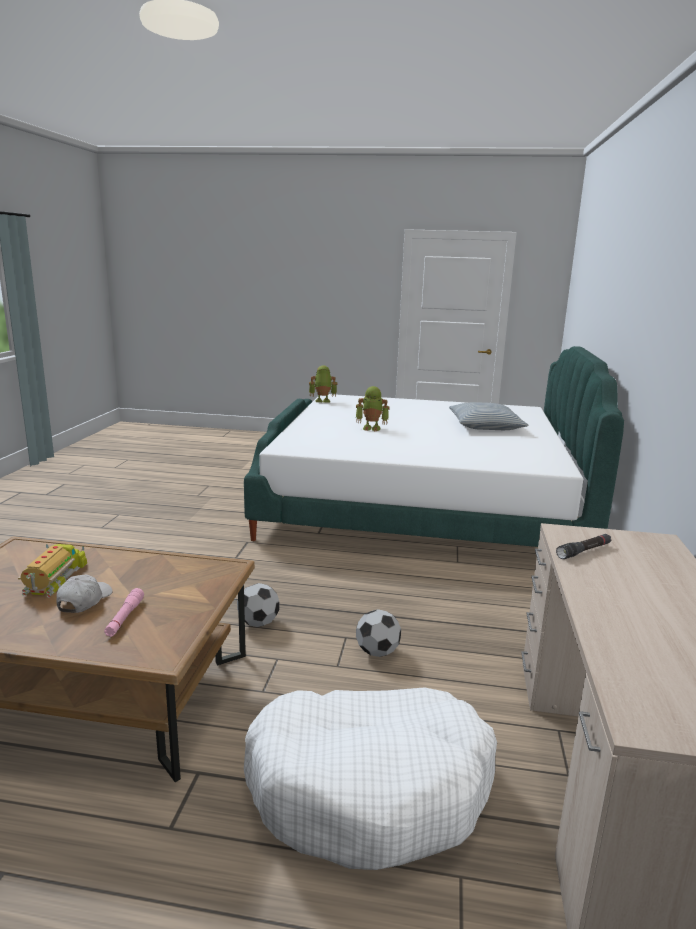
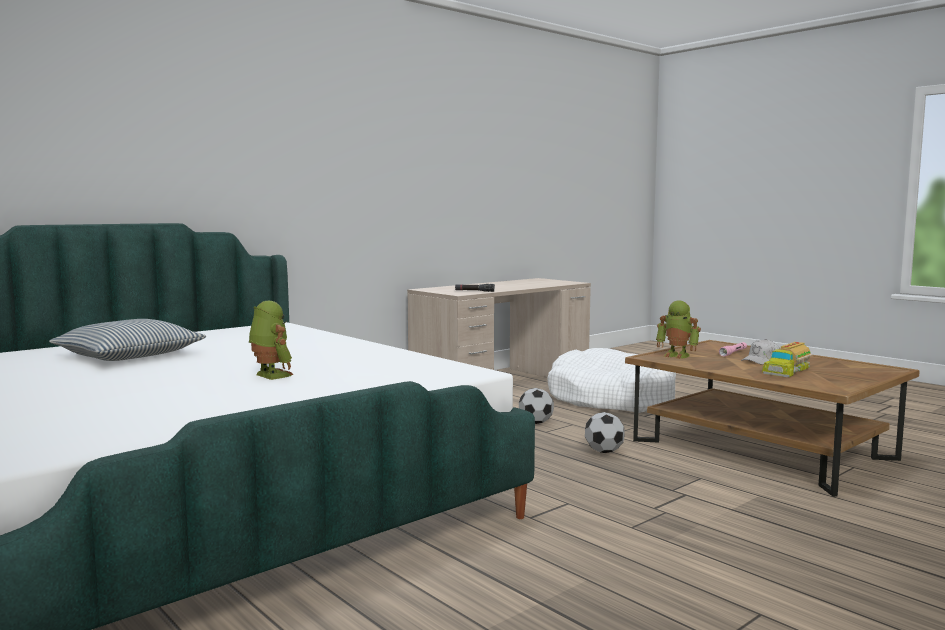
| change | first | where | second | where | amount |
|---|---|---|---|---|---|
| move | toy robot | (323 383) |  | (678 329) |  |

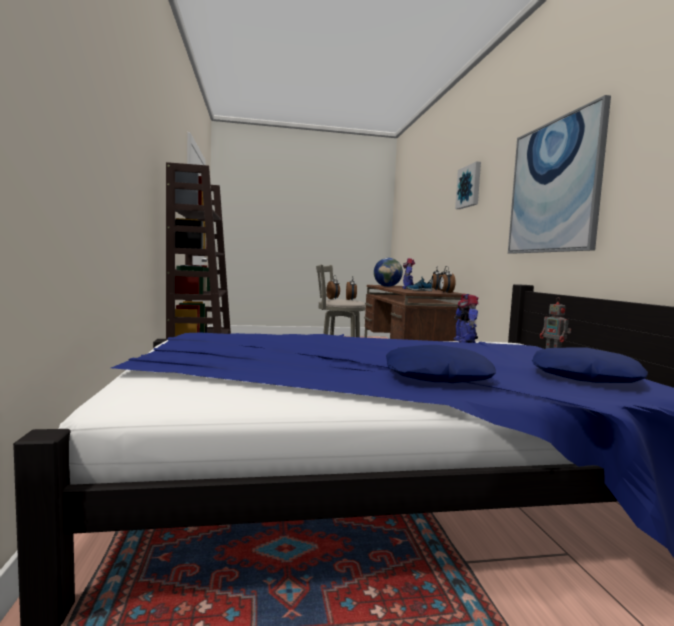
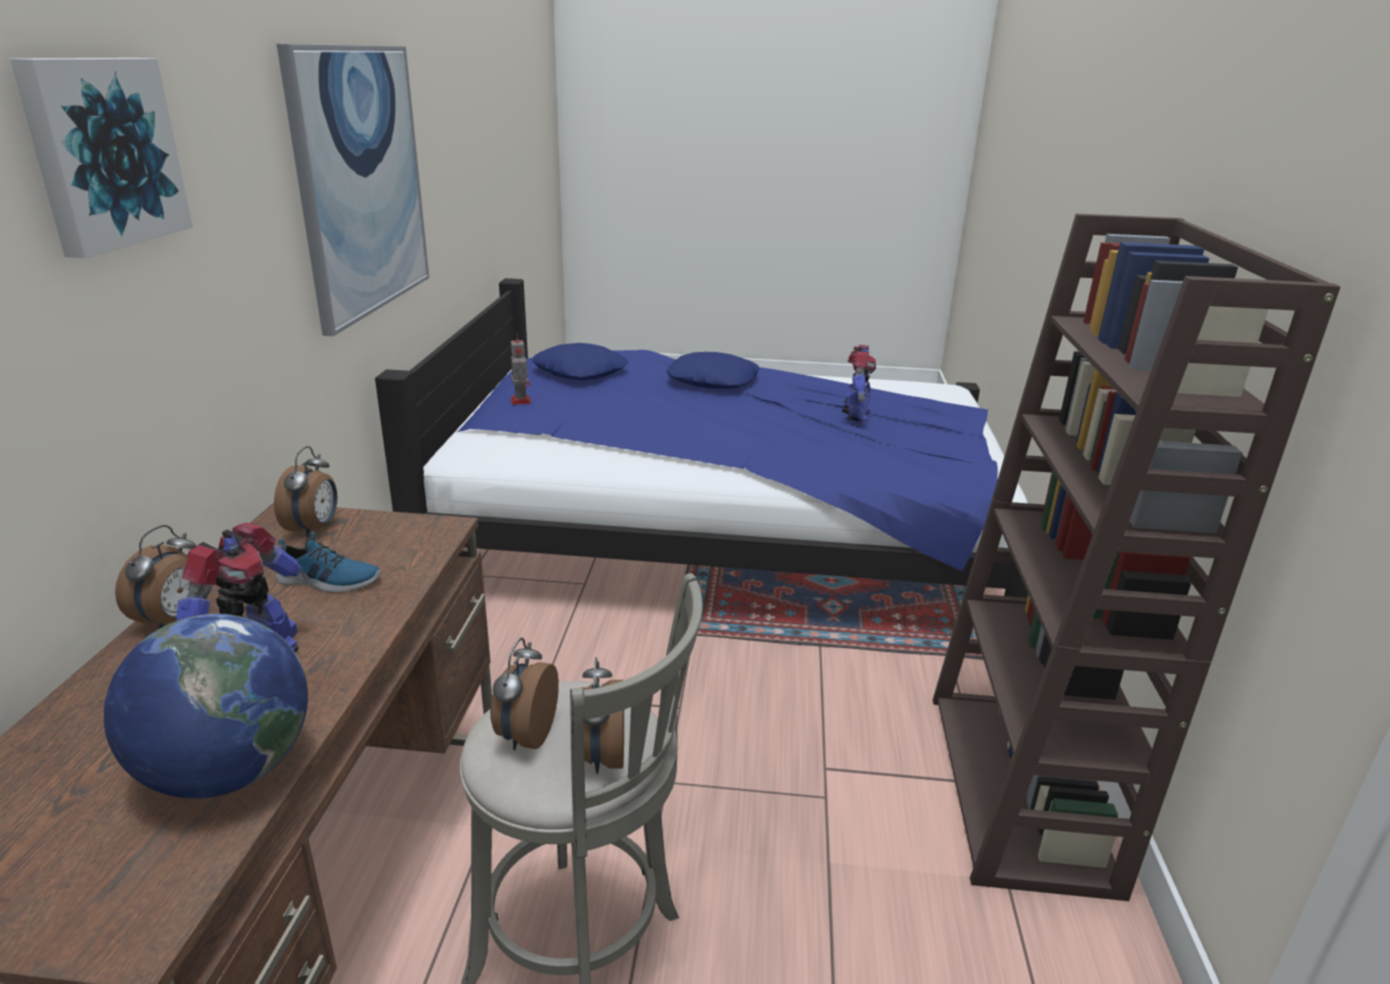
| change | first | where | second | where | amount |
|---|---|---|---|---|---|
| move | toy robot | (465 318) |  | (859 384) |  |

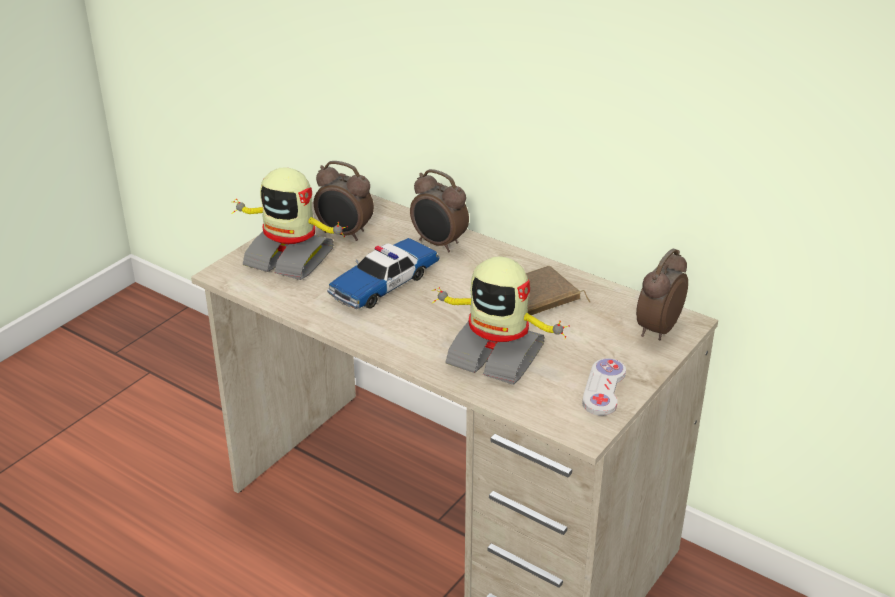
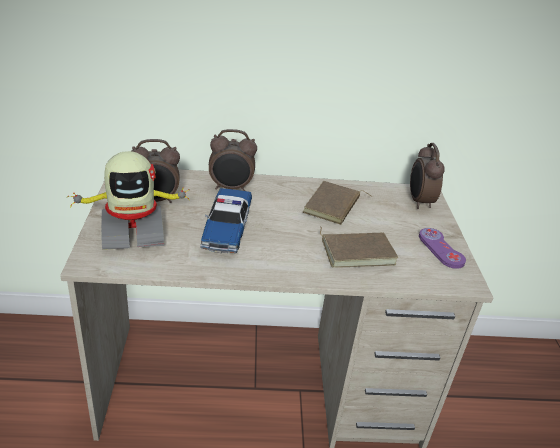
| change | first | where | second | where | amount |
|---|---|---|---|---|---|
| replace | toy robot | (501 321) | book (brown) | (359 247) |  |
| recolor | game controller (white) | (604 387) | game controller (purple) | (442 248) |  |

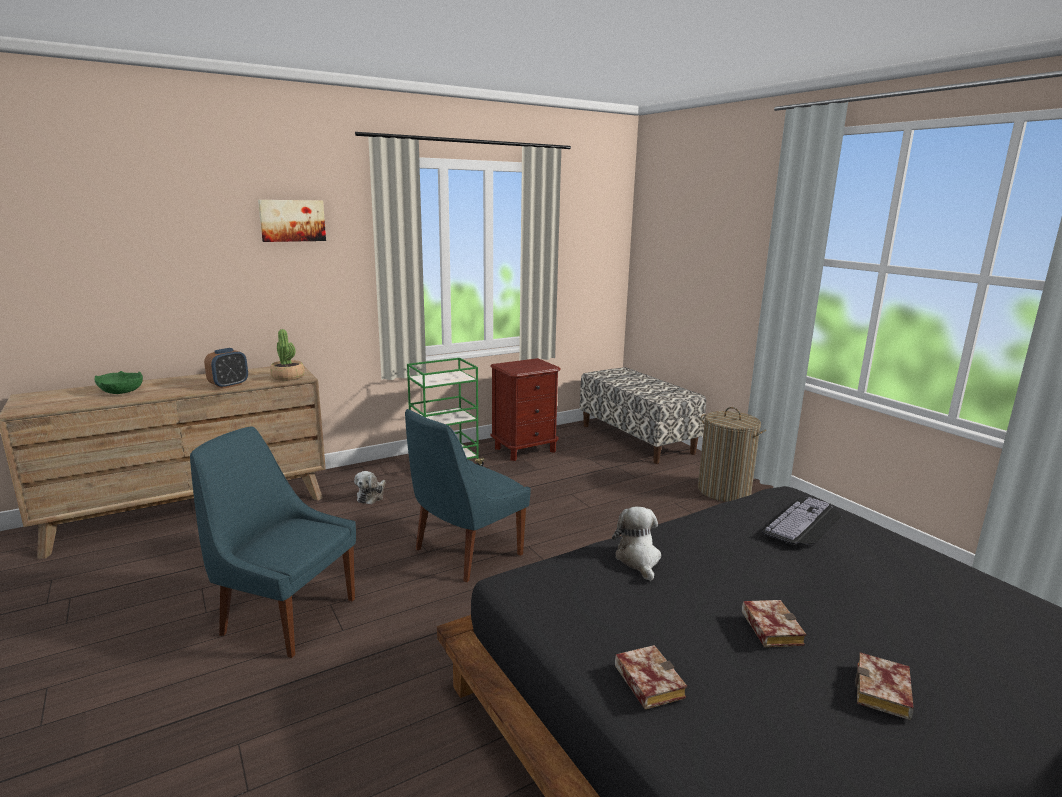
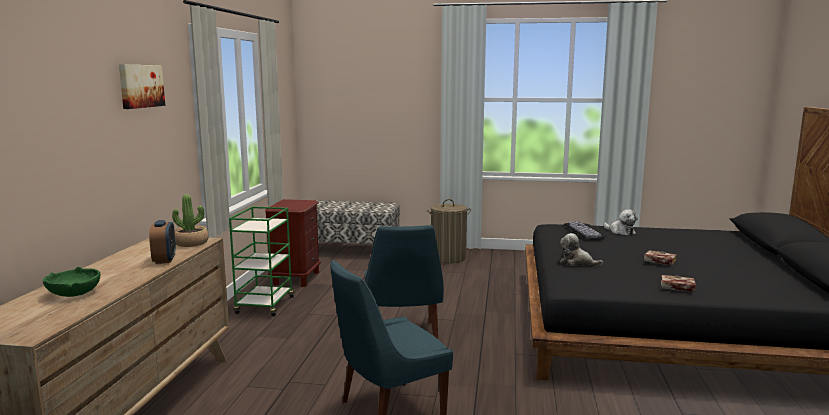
| change | first | where | second | where | amount |
|---|---|---|---|---|---|
| move | plush toy | (369 487) |  | (621 222) |  |
| delete | book | (884 686) |  |  |  |

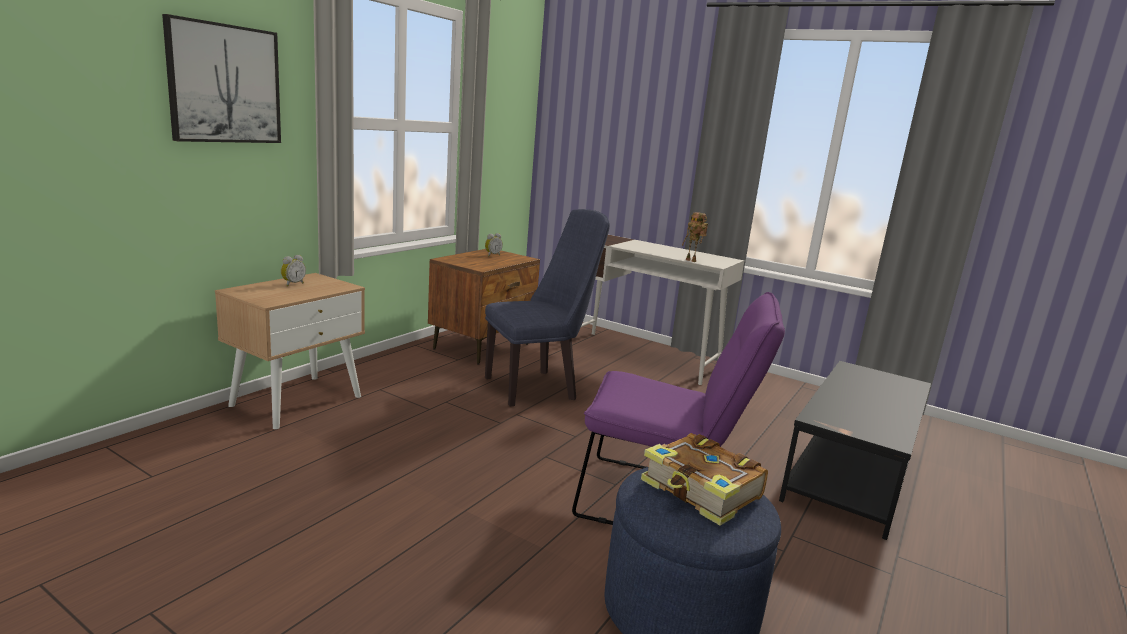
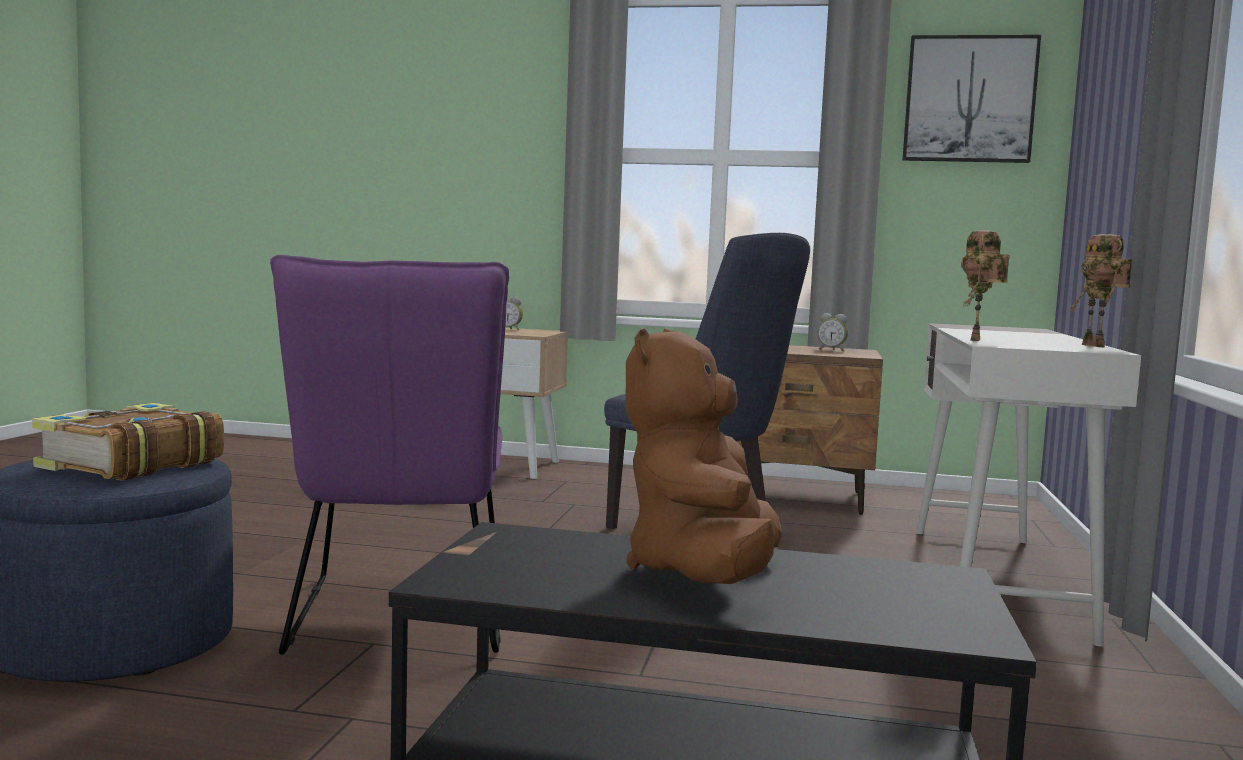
| change | first | where | second | where | amount |
|---|---|---|---|---|---|
| insert |  |  | plush toy (brown) | (704 455) |  |
| move | picture | (221 78) |  | (972 99) |  |
| insert |  |  | toy robot | (1101 290) |  |

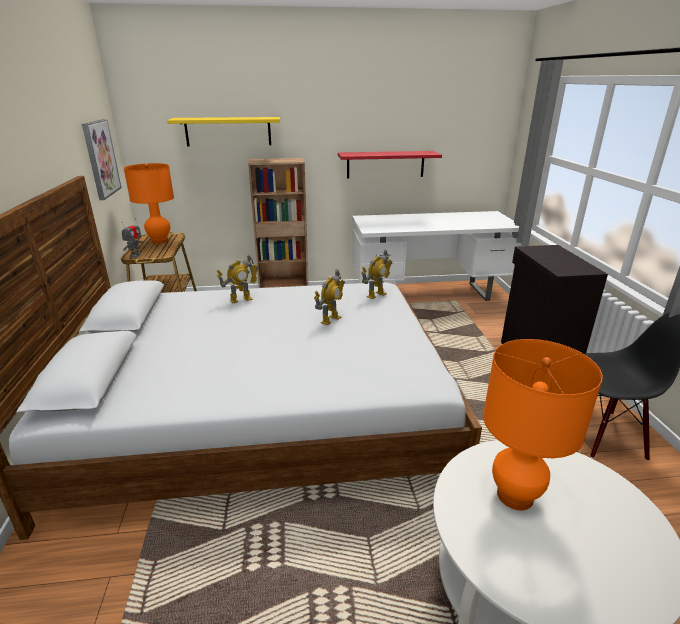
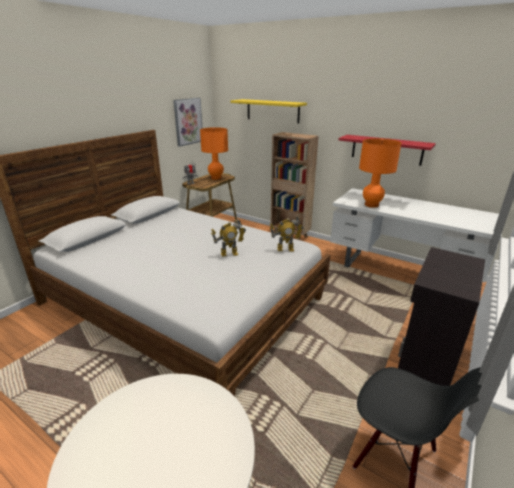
| change | first | where | second | where | amount |
|---|---|---|---|---|---|
| move | table lamp (orange) | (543 424) |  | (380 173) |  |
| delete | toy robot | (237 278) |  |  |  |

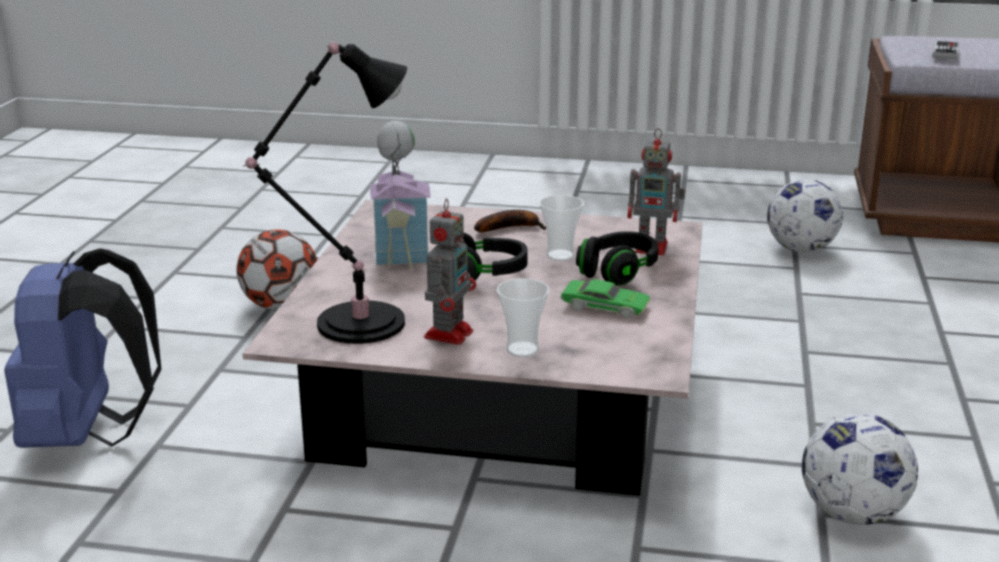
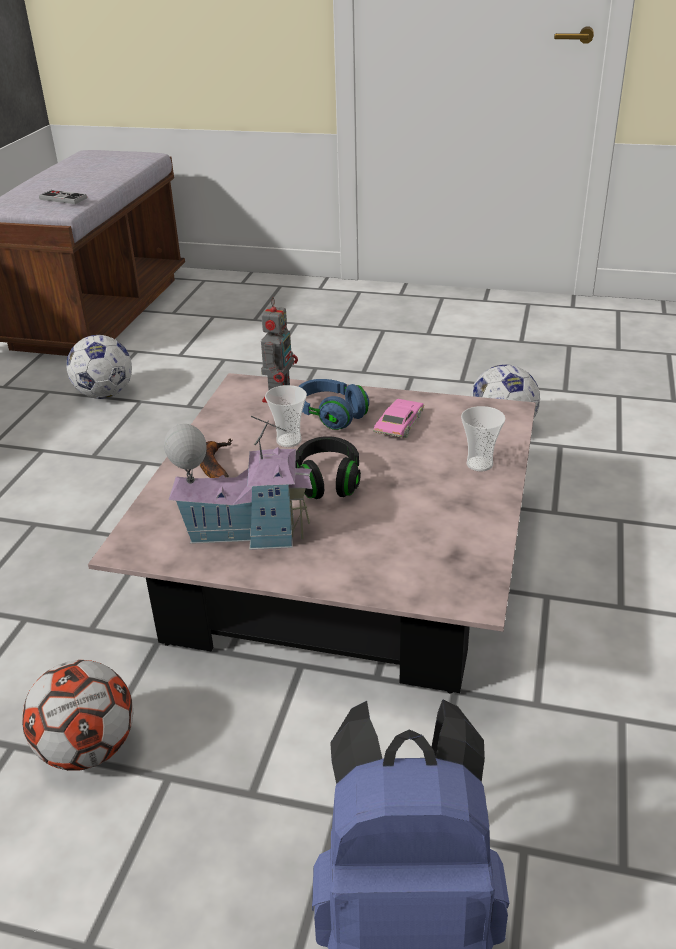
| change | first | where | second | where | amount |
|---|---|---|---|---|---|
| recolor | headphones (black) | (617 258) | headphones (blue) | (333 404) |  |
| recolor | toy car (green) | (605 298) | toy car (pink) | (398 418) |  |
| delete | table lamp (black) | (325 193) |  |  |  |
| delete | toy robot | (450 271) |  |  |  |

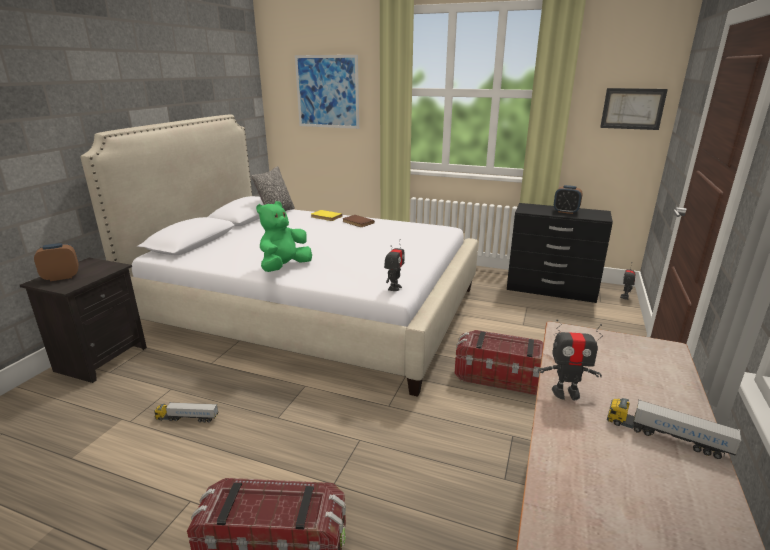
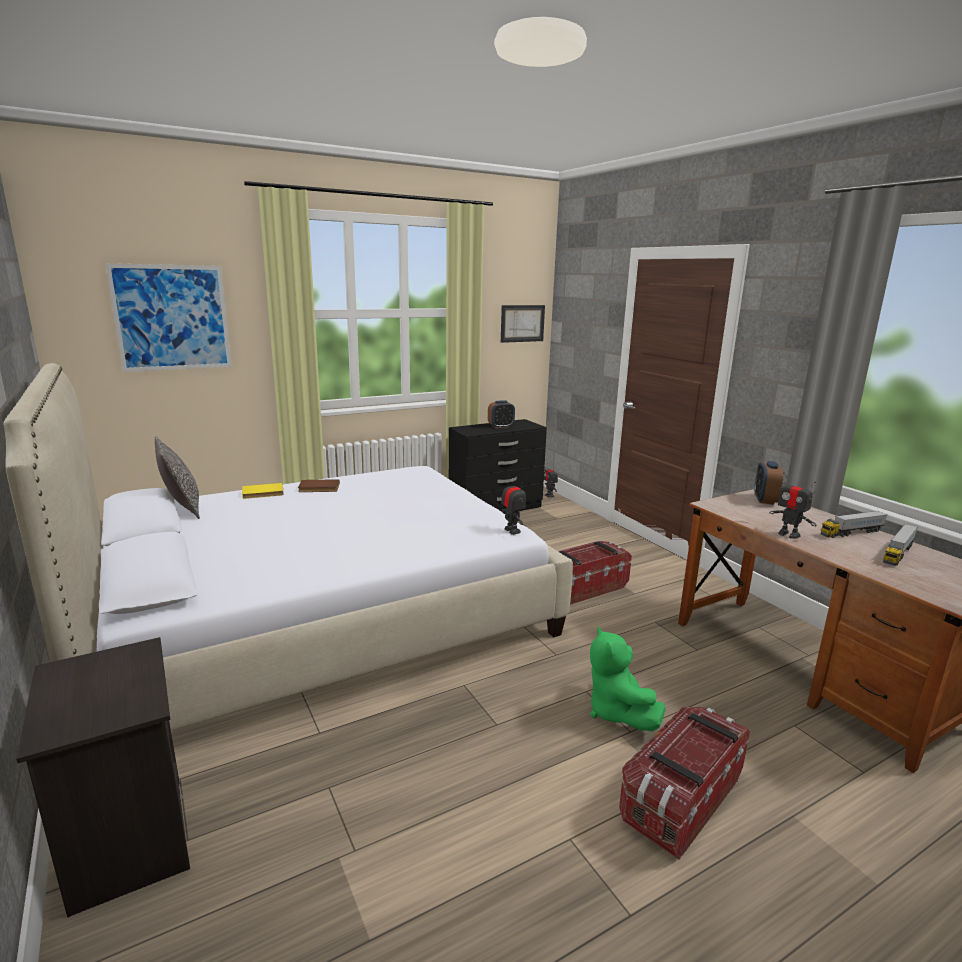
| change | first | where | second | where | amount |
|---|---|---|---|---|---|
| move | plush toy (green) | (284 236) |  | (627 679) |  |
| move | alarm clock | (56 262) |  | (768 482) |  |
| rotate | toy robot | (570 359) |  | (792 506) | 90 degrees clockwise |
| move | toy truck | (186 412) |  | (900 545) |  |

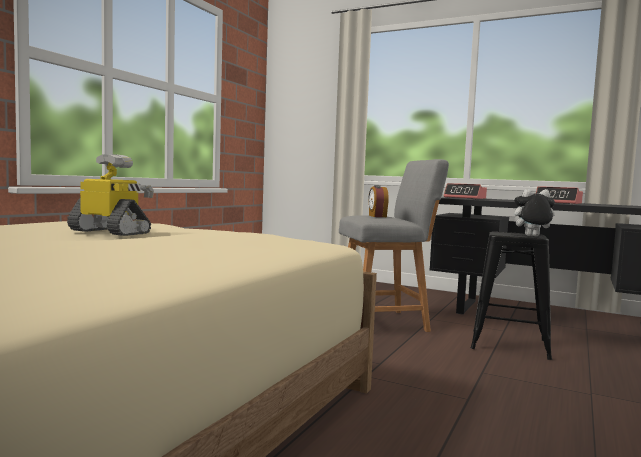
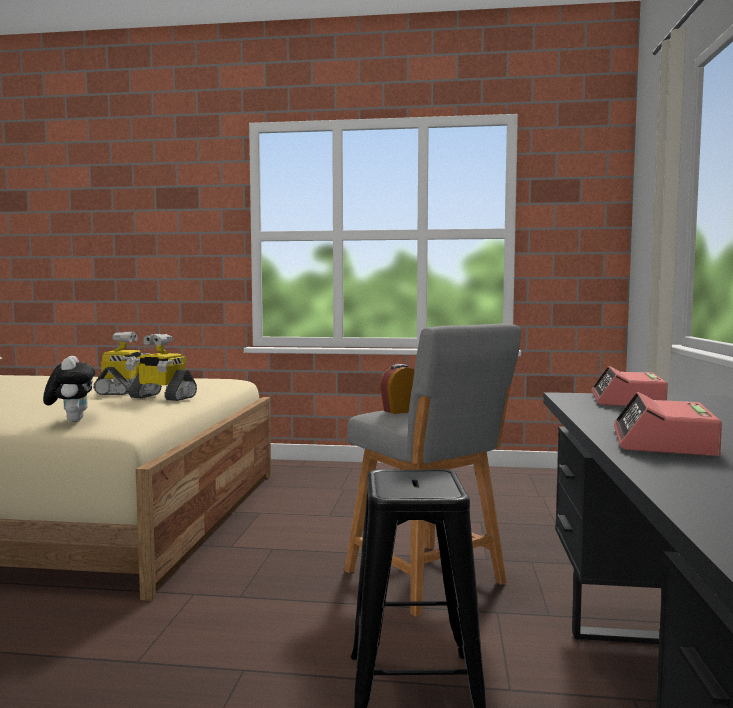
| change | first | where | second | where | amount |
|---|---|---|---|---|---|
| move | plush toy | (532 213) |  | (69 389) |  |
| insert |  |  | toy robot | (161 367) |  |

